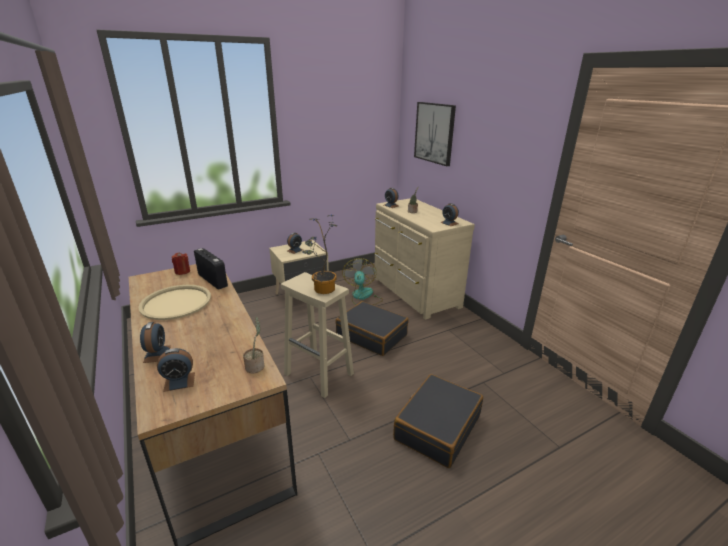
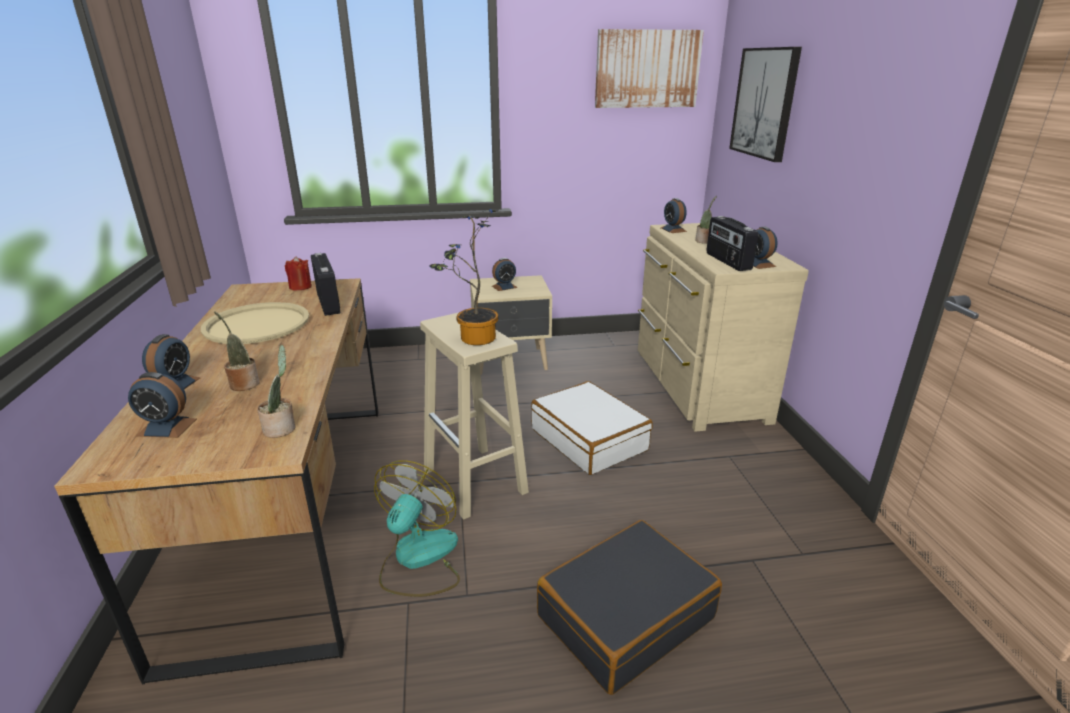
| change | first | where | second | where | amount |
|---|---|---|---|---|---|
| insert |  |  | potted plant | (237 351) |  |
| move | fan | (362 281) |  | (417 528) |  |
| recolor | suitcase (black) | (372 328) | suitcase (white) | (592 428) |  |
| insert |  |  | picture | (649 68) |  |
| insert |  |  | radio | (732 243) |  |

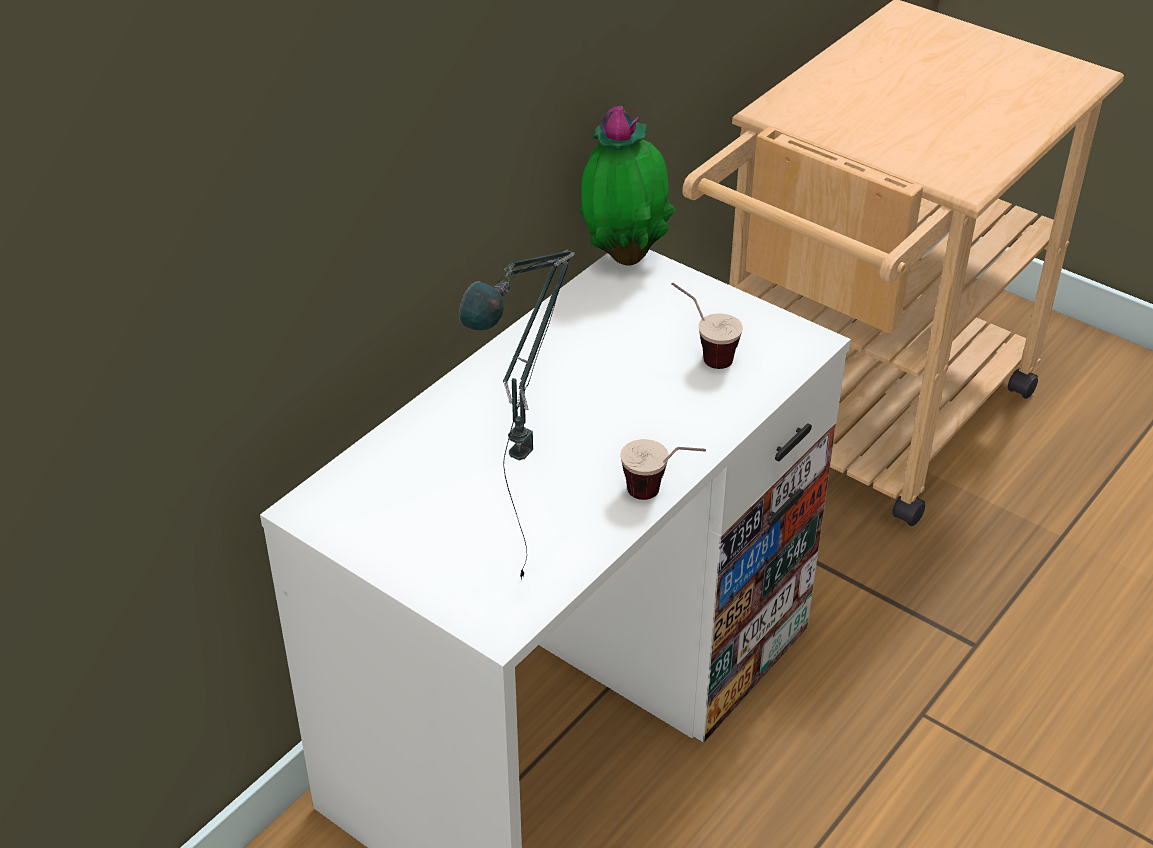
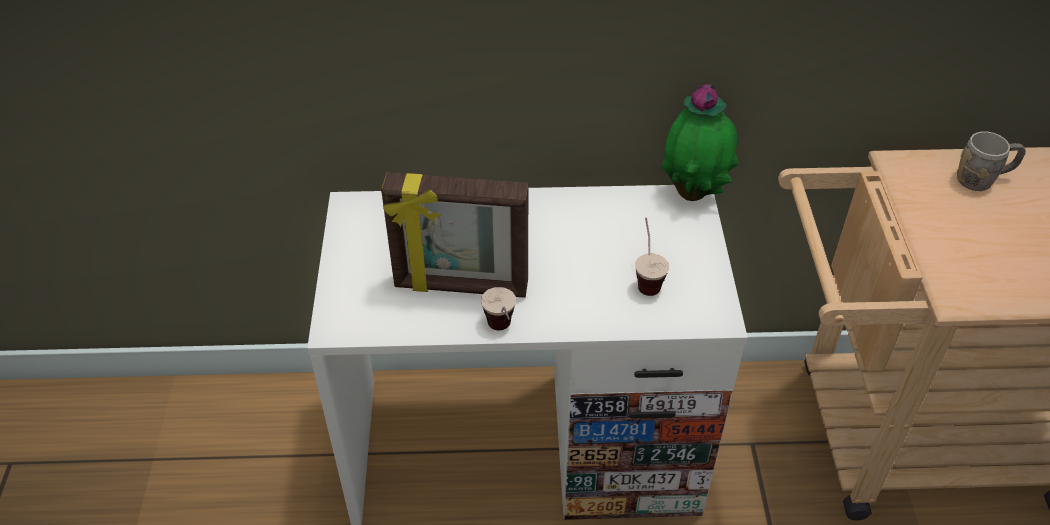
| change | first | where | second | where | amount |
|---|---|---|---|---|---|
| insert |  |  | picture frame | (454 235) |  |
| insert |  |  | mug (grey) | (991 161) |  |
| delete | table lamp | (517 415) |  |  |  |

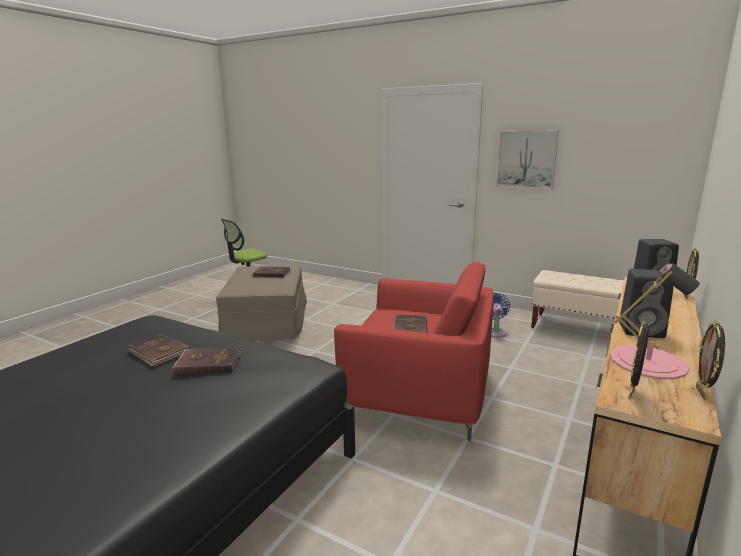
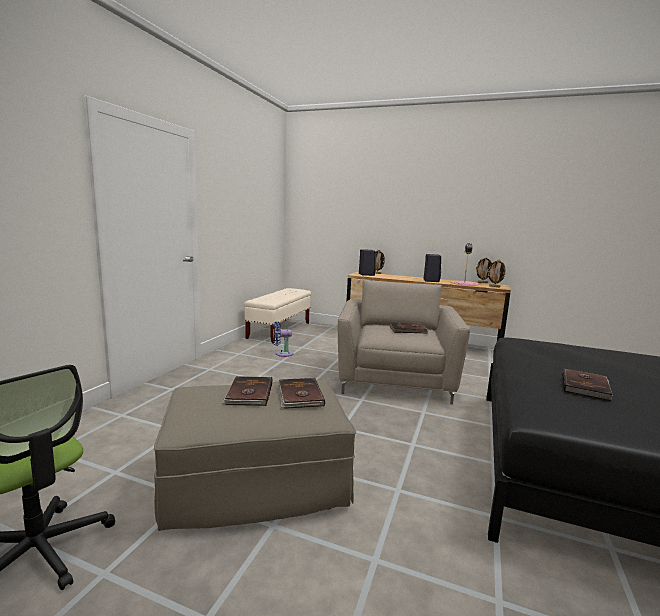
| change | first | where | second | where | amount |
|---|---|---|---|---|---|
| move | book (brown) | (207 360) |  | (302 393) |  |
| recolor | armchair (red) | (414 351) | armchair (beige) | (404 342) |  |
| delete | picture | (527 159) |  |  |  |

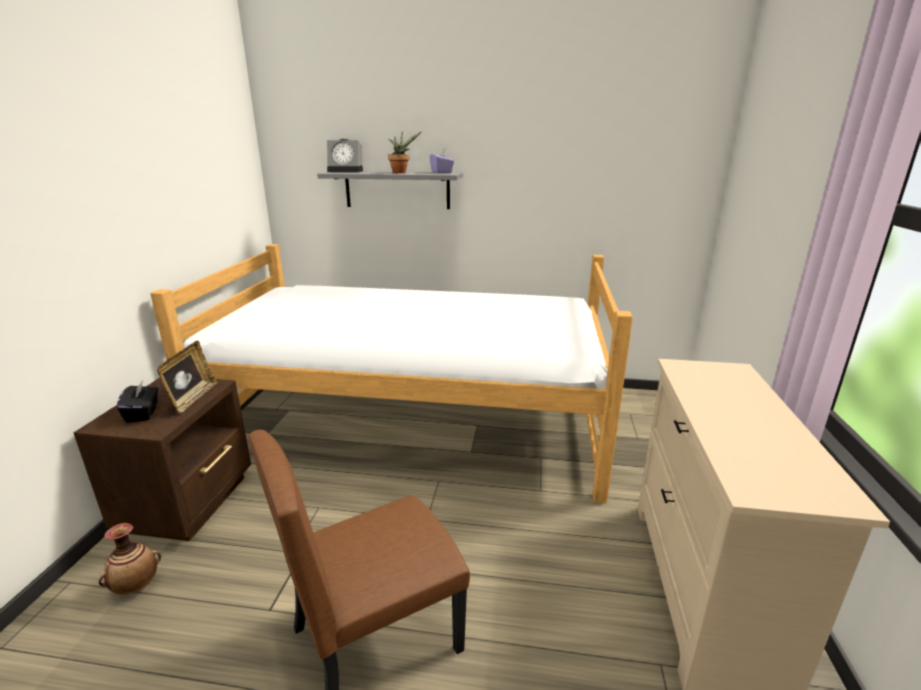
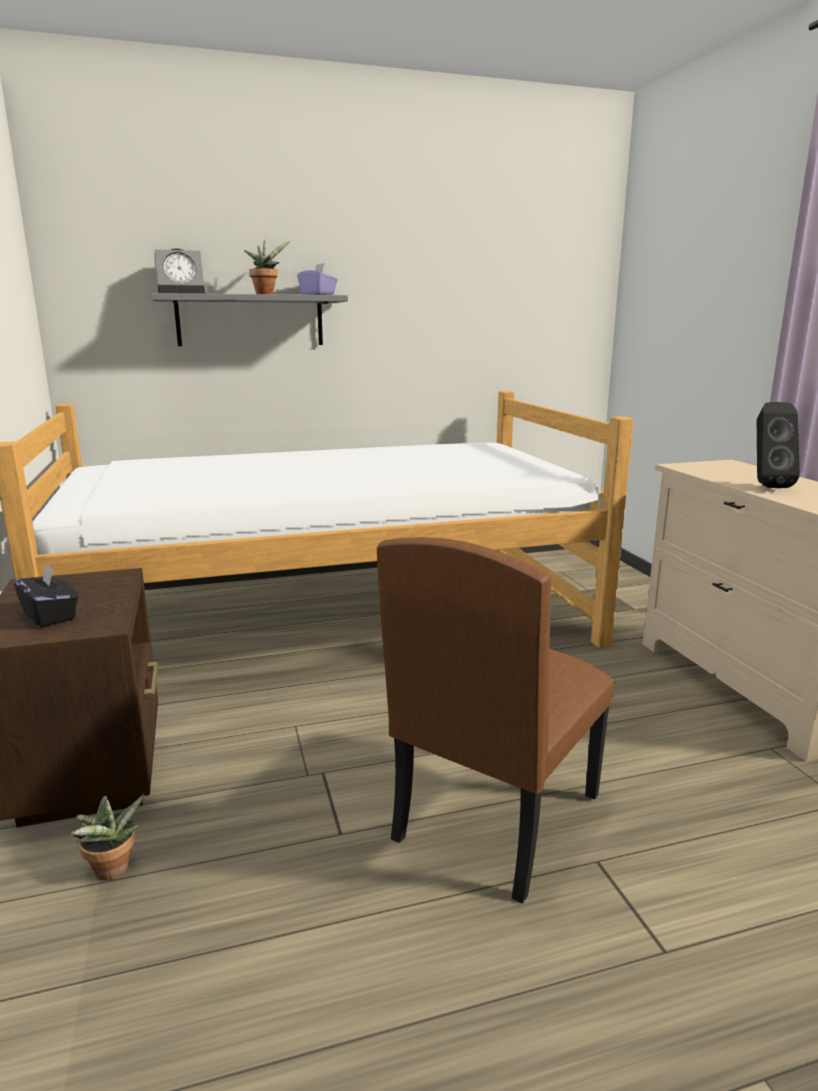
| change | first | where | second | where | amount |
|---|---|---|---|---|---|
| replace | vase | (130 559) | potted plant | (107 837) |  |
| insert |  |  | speaker (black) | (778 445) |  |
| delete | picture frame | (187 377) |  |  |  |

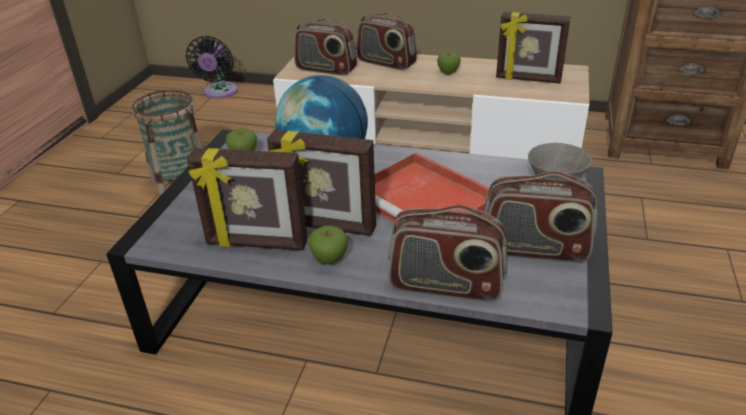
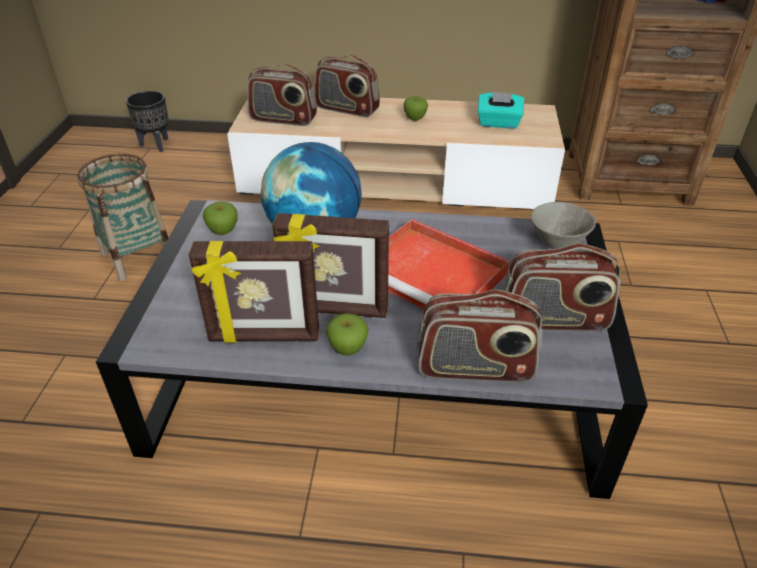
| change | first | where | second | where | amount |
|---|---|---|---|---|---|
| replace | fan (black) | (212 67) | planter (black) | (147 121) |  |
| replace | picture frame | (533 48) | tissue box (turquoise) | (501 110) |  |

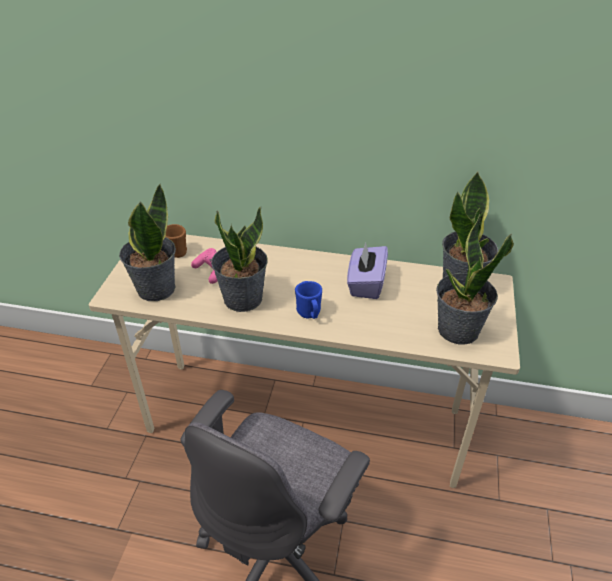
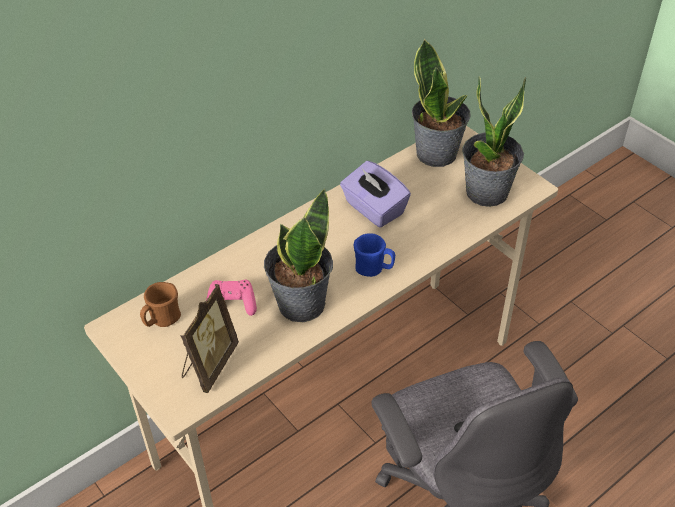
| change | first | where | second | where | amount |
|---|---|---|---|---|---|
| replace | potted plant | (147 242) | picture frame | (209 338) |  |

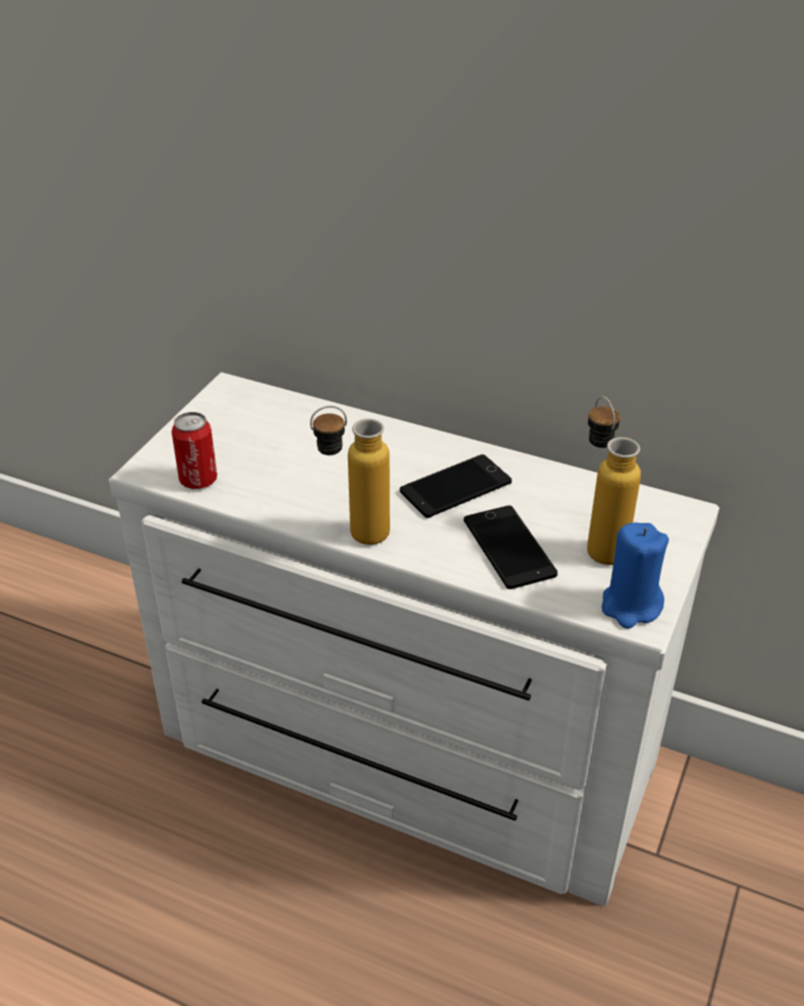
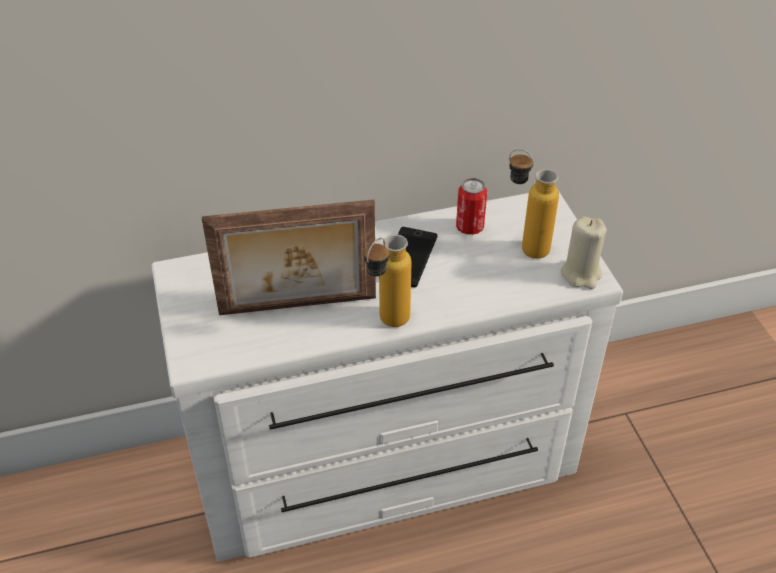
| change | first | where | second | where | amount |
|---|---|---|---|---|---|
| insert |  |  | picture frame | (289 257) |  |
| move | can | (194 450) |  | (471 206) |  |
| recolor | candle (blue) | (635 575) | candle (beige) | (583 252) |  |
| delete | phone | (511 547) |  |  |  |

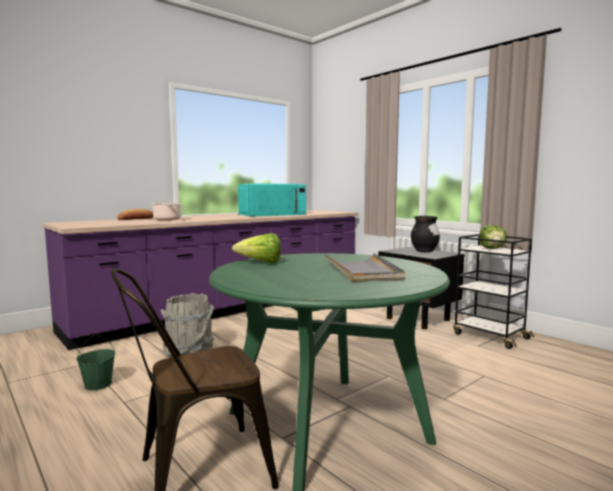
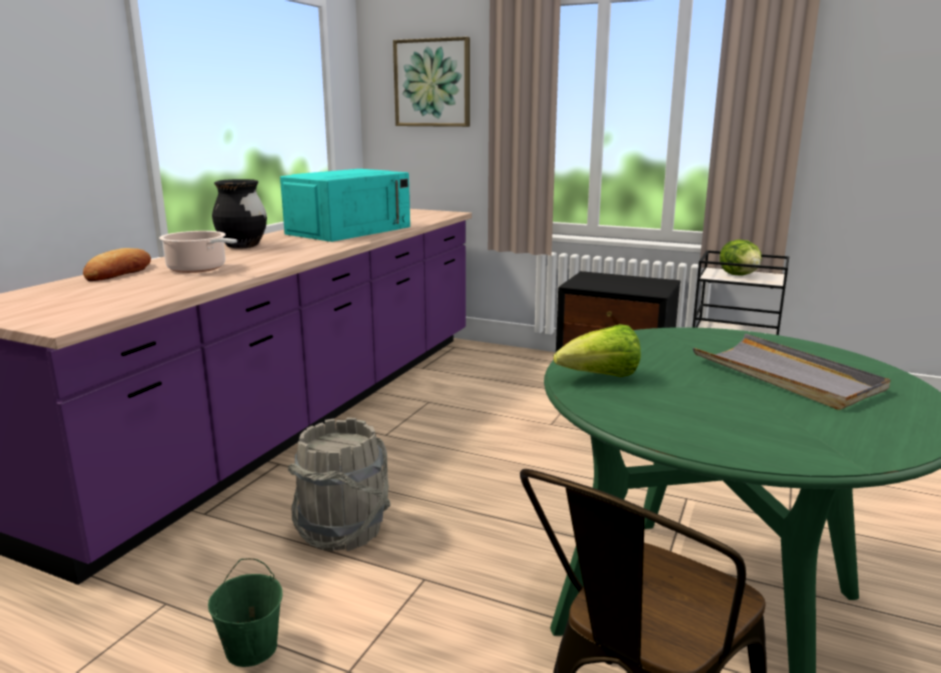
| change | first | where | second | where | amount |
|---|---|---|---|---|---|
| move | vase (black) | (425 234) |  | (239 214) |  |
| insert |  |  | picture | (431 82) |  |

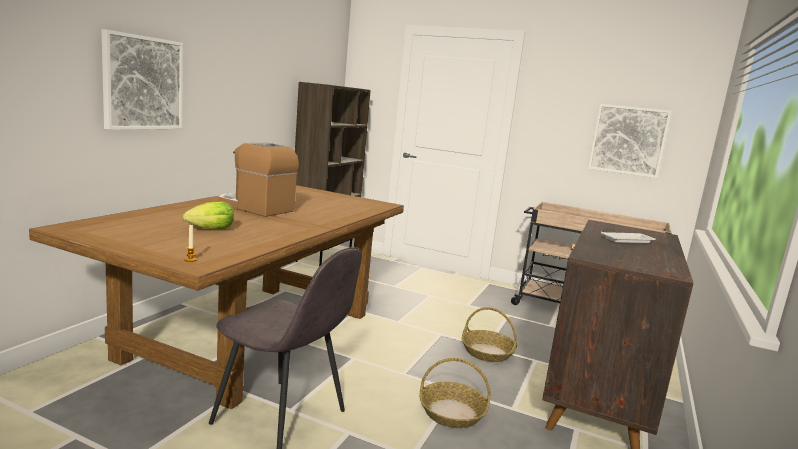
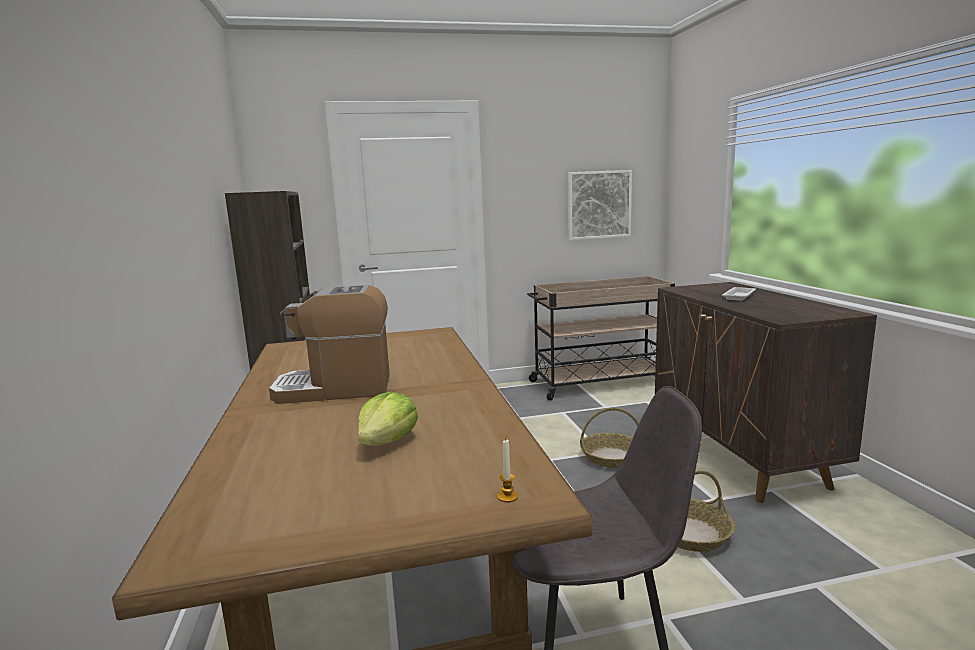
| change | first | where | second | where | amount |
|---|---|---|---|---|---|
| delete | picture | (142 79) |  |  |  |

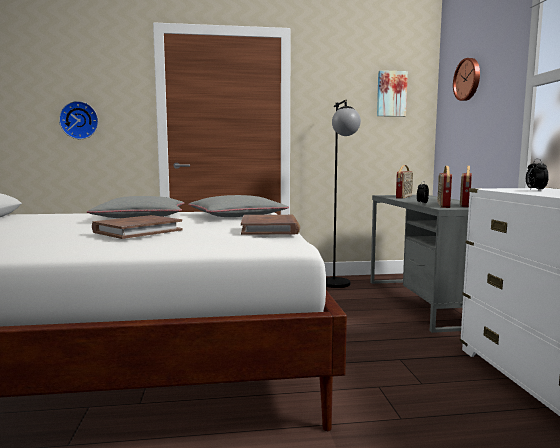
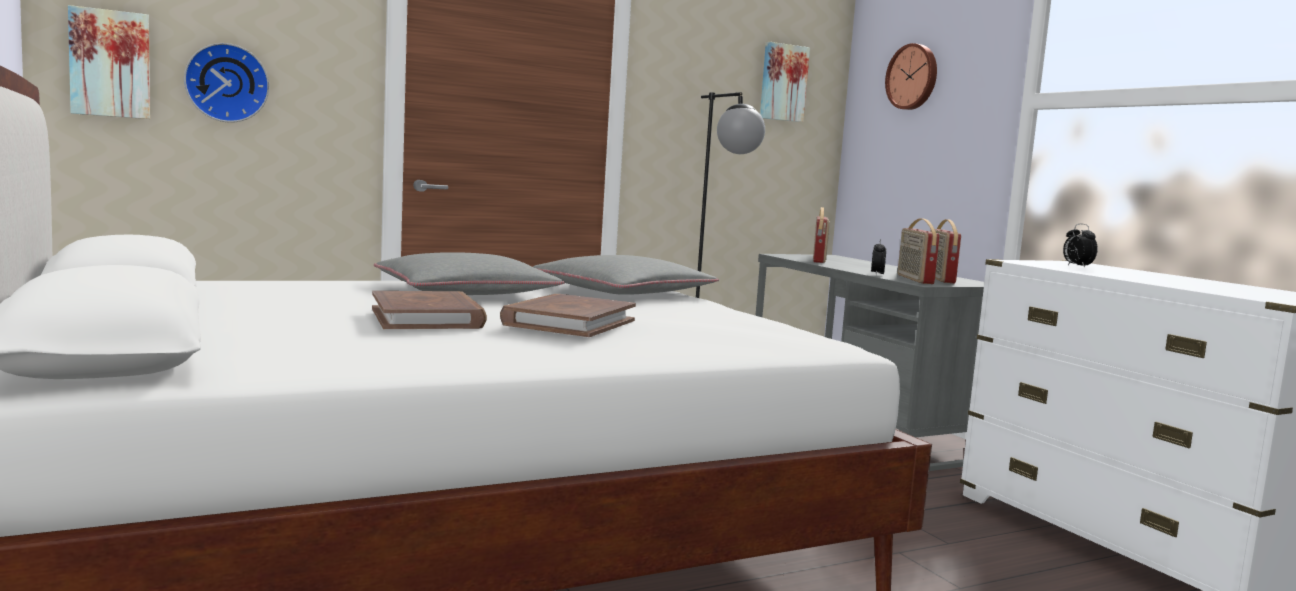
| change | first | where | second | where | amount |
|---|---|---|---|---|---|
| insert |  |  | picture | (109 62) |  |
| move | book (brown) | (270 225) |  | (429 310) |  |

